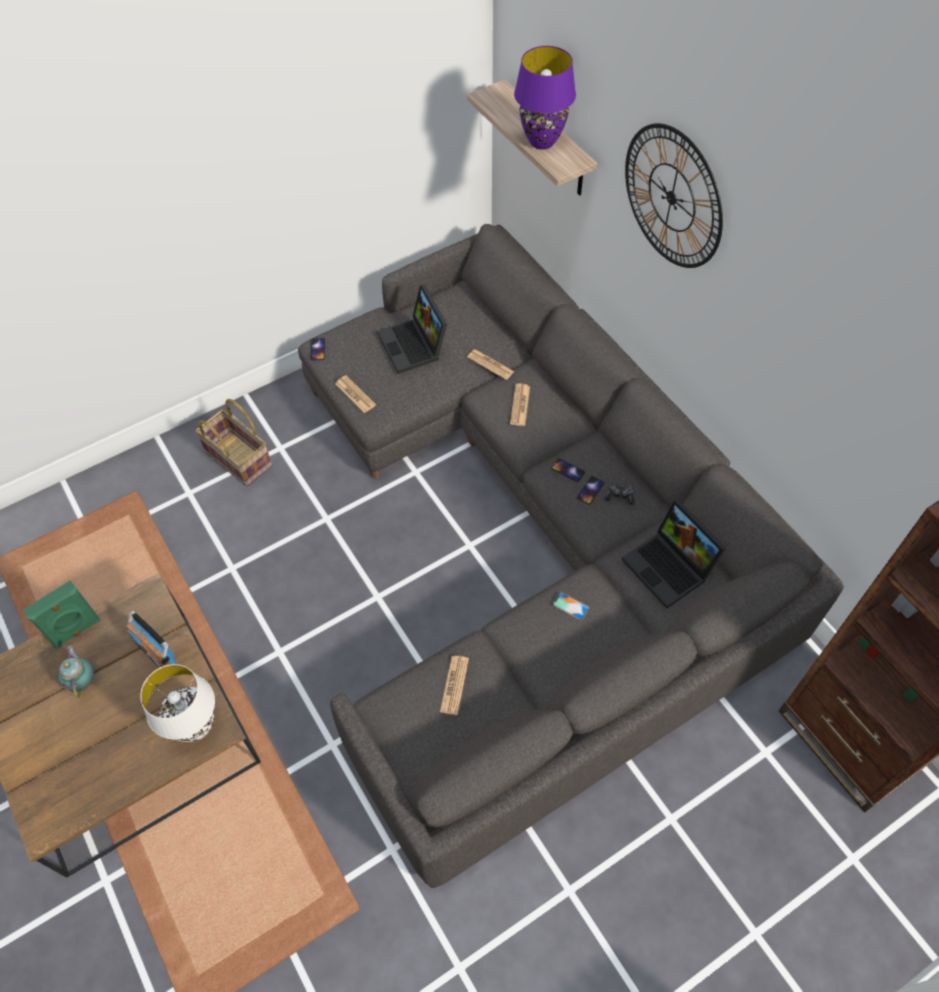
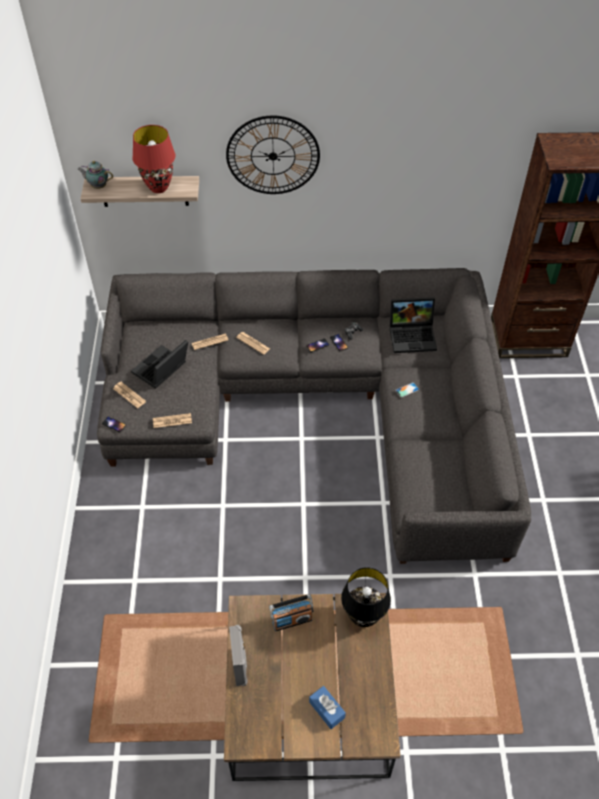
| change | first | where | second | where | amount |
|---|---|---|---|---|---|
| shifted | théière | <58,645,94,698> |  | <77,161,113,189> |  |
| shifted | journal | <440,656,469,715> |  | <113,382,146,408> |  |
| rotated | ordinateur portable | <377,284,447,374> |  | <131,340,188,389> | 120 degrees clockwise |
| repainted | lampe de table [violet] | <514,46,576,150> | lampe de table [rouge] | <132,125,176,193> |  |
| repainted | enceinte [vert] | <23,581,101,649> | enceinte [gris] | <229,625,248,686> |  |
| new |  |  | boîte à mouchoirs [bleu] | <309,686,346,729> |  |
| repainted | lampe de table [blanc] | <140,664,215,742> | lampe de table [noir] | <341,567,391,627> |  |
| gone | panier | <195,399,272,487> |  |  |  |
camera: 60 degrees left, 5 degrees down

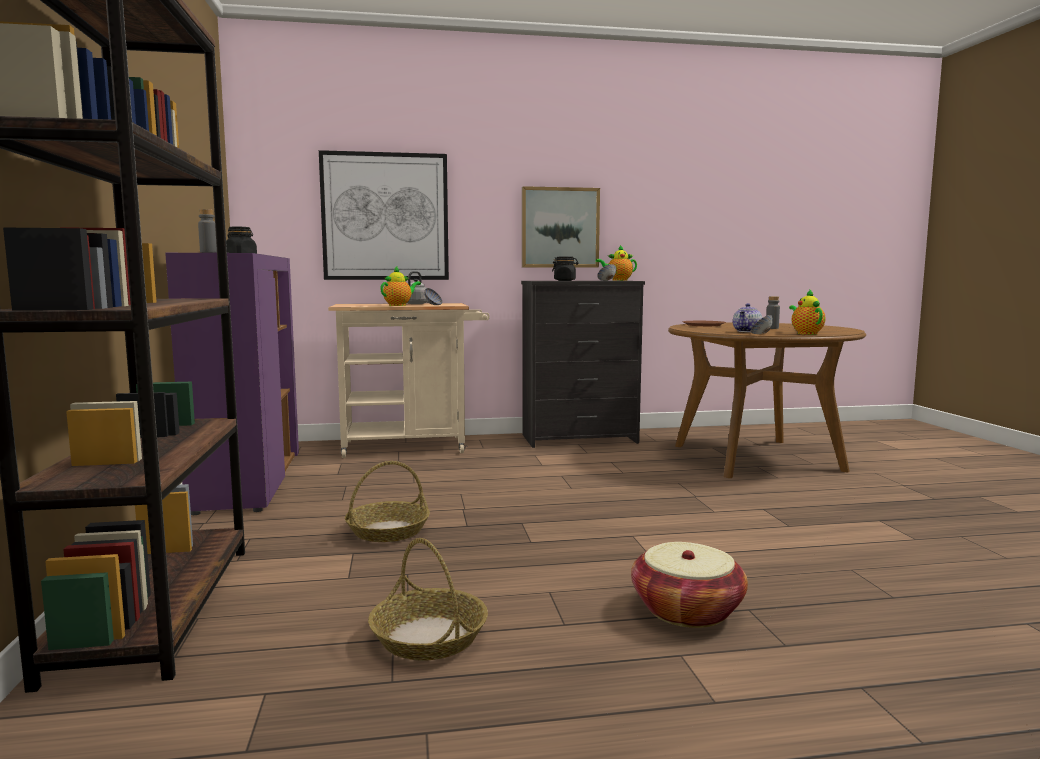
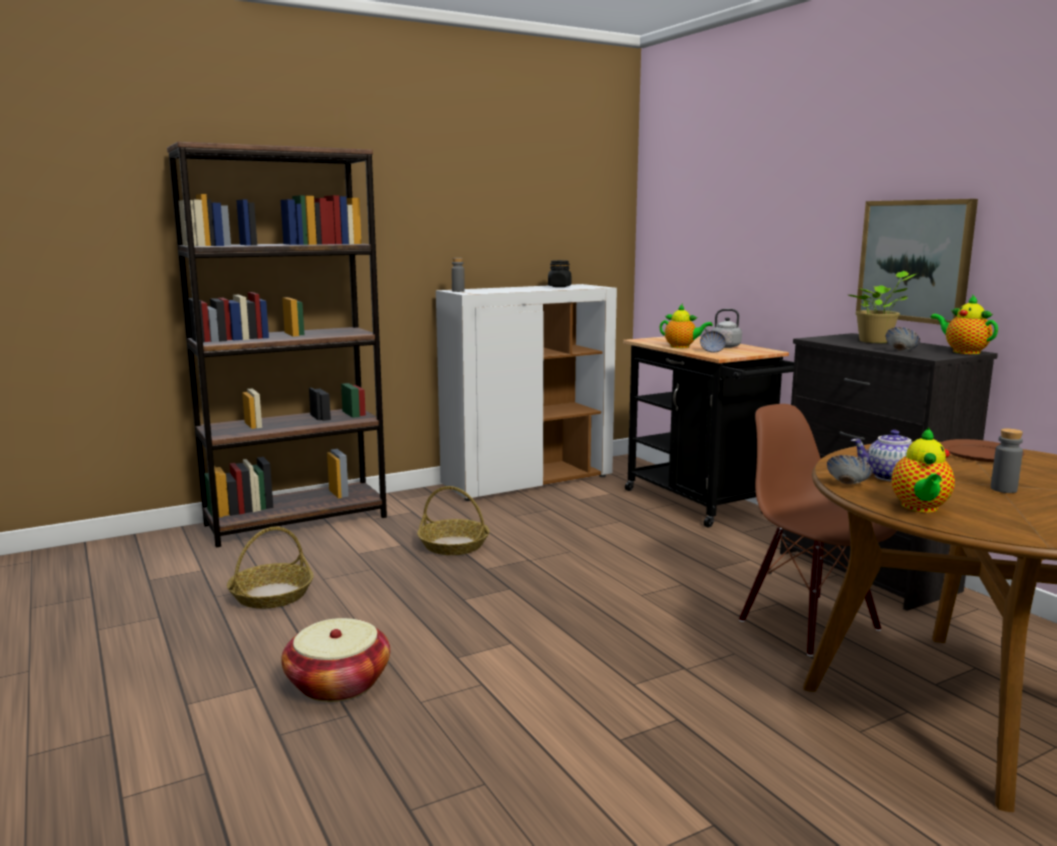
| change | first | where | second | where | amount |
|---|---|---|---|---|---|
| repainted | meuble de rangement [violet] | <165,253,299,515> | meuble de rangement [blanc] | <436,284,617,501> |  |
| repainted | chariot [beige] | <328,303,490,458> | chariot [noir] | <623,336,794,528> |  |
| new |  |  | chaise [marron] | <739,404,897,657> |  |
| swapped | bocal [noir] | <552,256,579,281> | plante en pot | <848,271,919,343> |  |
| rotated | théière | <789,290,826,335> |  | <892,427,955,513> | 135 degrees clockwise |
| gone | tableau | <319,150,449,280> |  |  |  |
camera: 70 degrees right, 5 degrees up

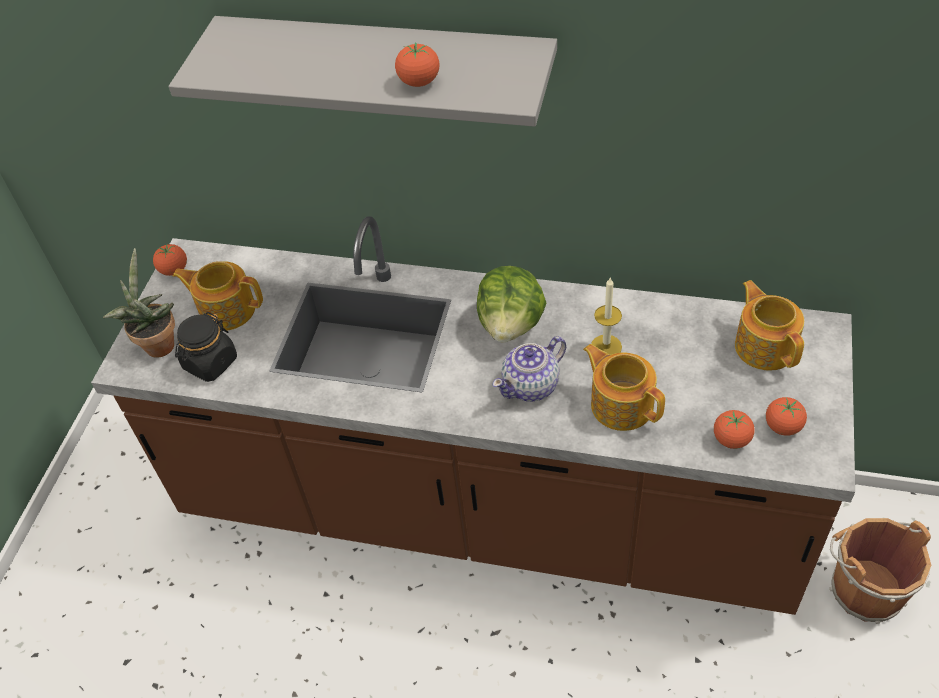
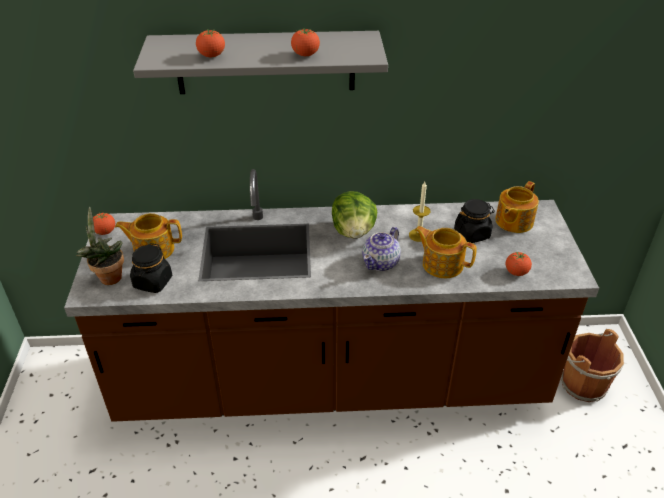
| change | first | where | second | where | amount |
|---|---|---|---|---|---|
| shifted | tomate | <766,397,807,436> |  | <196,29,225,57> |  |
| new |  |  | bocal [noir] | <454,199,495,243> |  |
| rotated | théière | <735,280,804,371> |  | <495,181,539,233> | 105 degrees counterclockwise |
camera: 20 degrees left, 10 degrees down

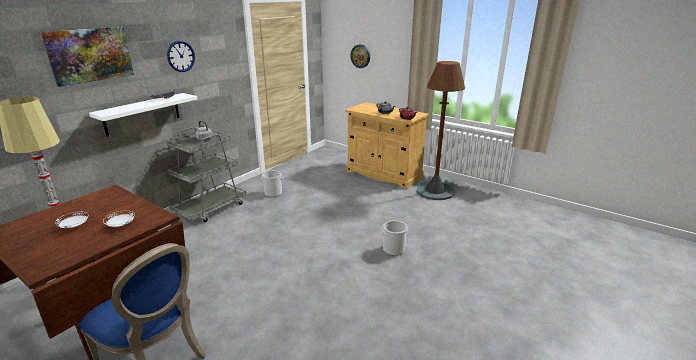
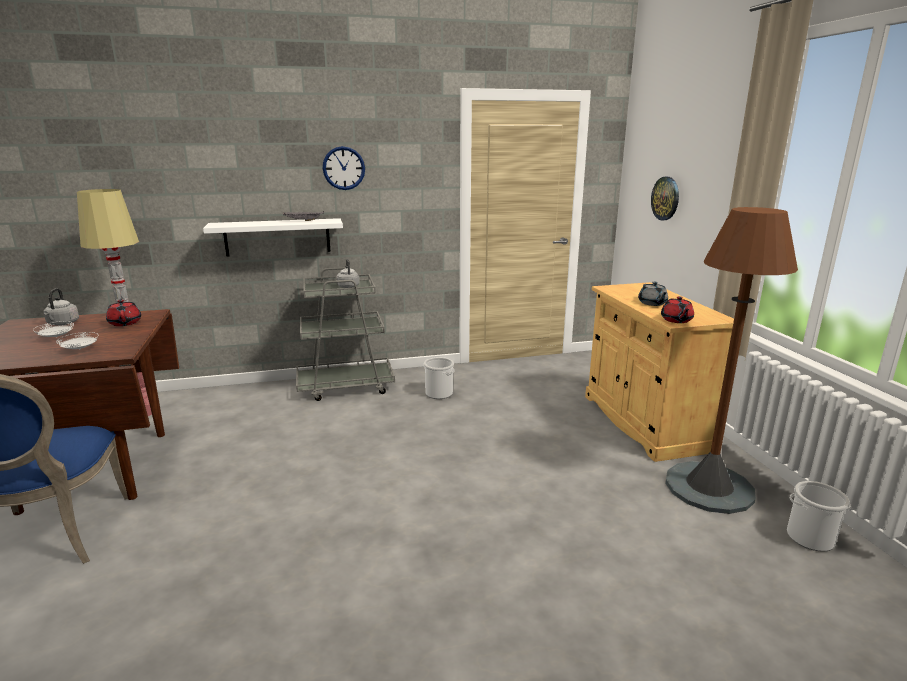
| change | first | where | second | where | amount |
|---|---|---|---|---|---|
| new |  |  | bouilloire [gris] | <44,288,79,325> |  |
| new |  |  | théière [rouge] | <106,299,141,326> |  |
| shifted | seau | <383,220,408,256> |  | <787,481,851,552> |  |
| gone | tableau | <41,27,134,87> |  |  |  |
camera: 40 degrees right, 5 degrees down

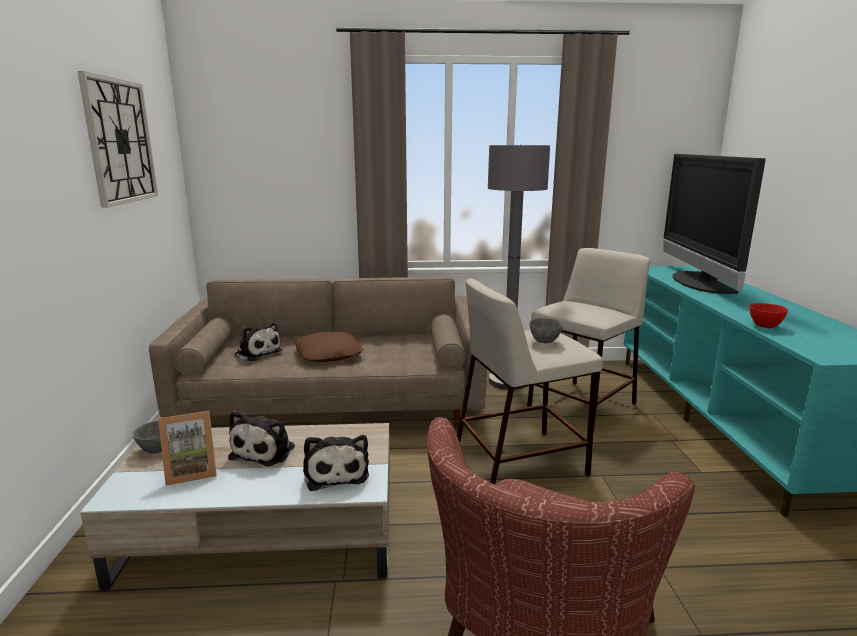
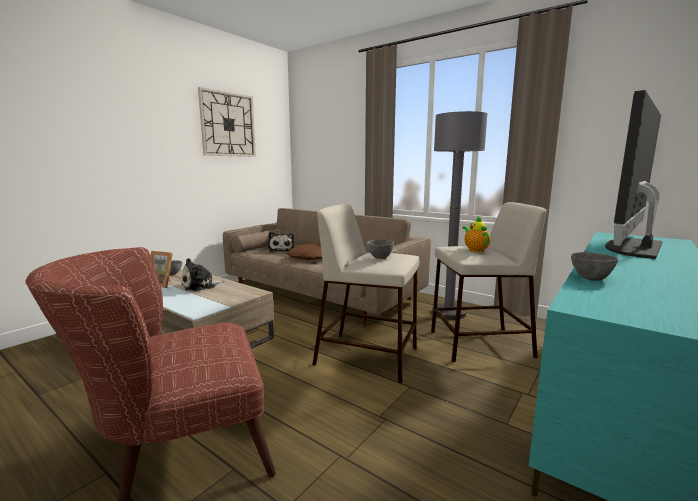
| change | first | where | second | where | amount |
|---|---|---|---|---|---|
| new |  |  | théière | <462,217,491,252> |  |
| repainted | bol [rouge] | <749,303,788,328> | bol [gris] | <571,252,619,281> |  |
| gone | peluche | <303,435,369,491> |  |  |  |
camera: 40 degrees right, 5 degrees down

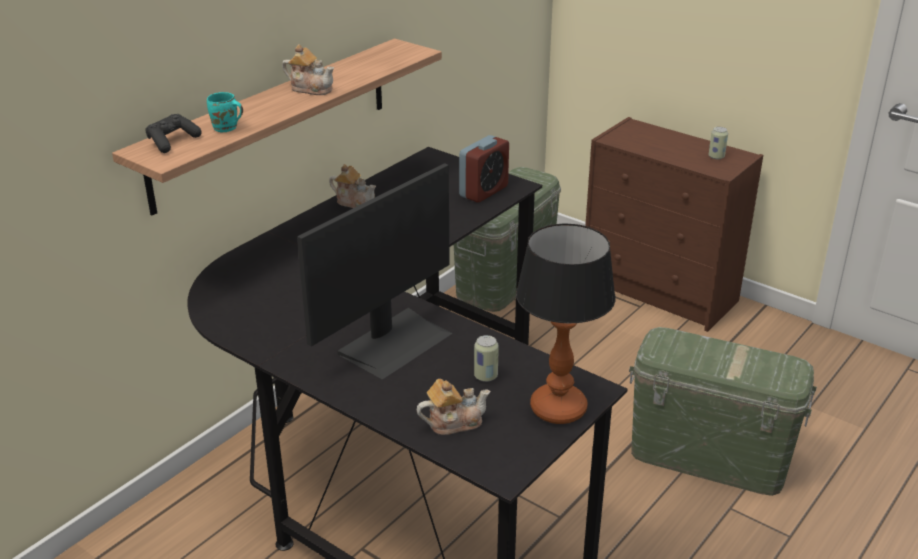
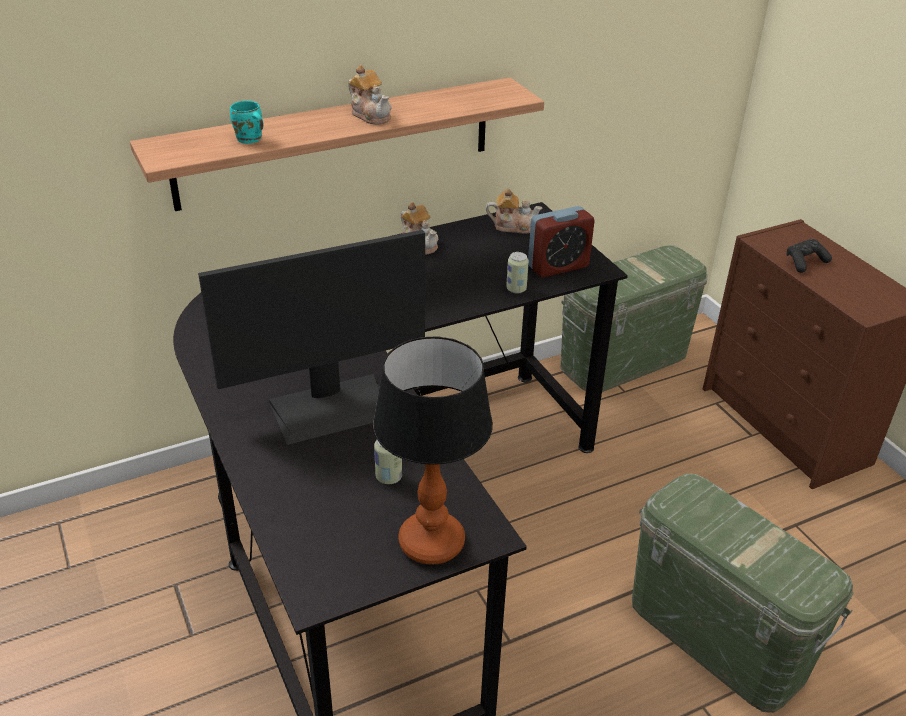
| change | first | where | second | where | amount |
|---|---|---|---|---|---|
| shifted | théière | <417,379,490,435> |  | <486,188,542,233> |  |
| shifted | boîte métallique | <708,127,728,159> |  | <506,252,529,294> |  |
| shifted | manette [noir] | <145,114,201,153> |  | <786,239,832,273> |  |
camera: 25 degrees right, 5 degrees up

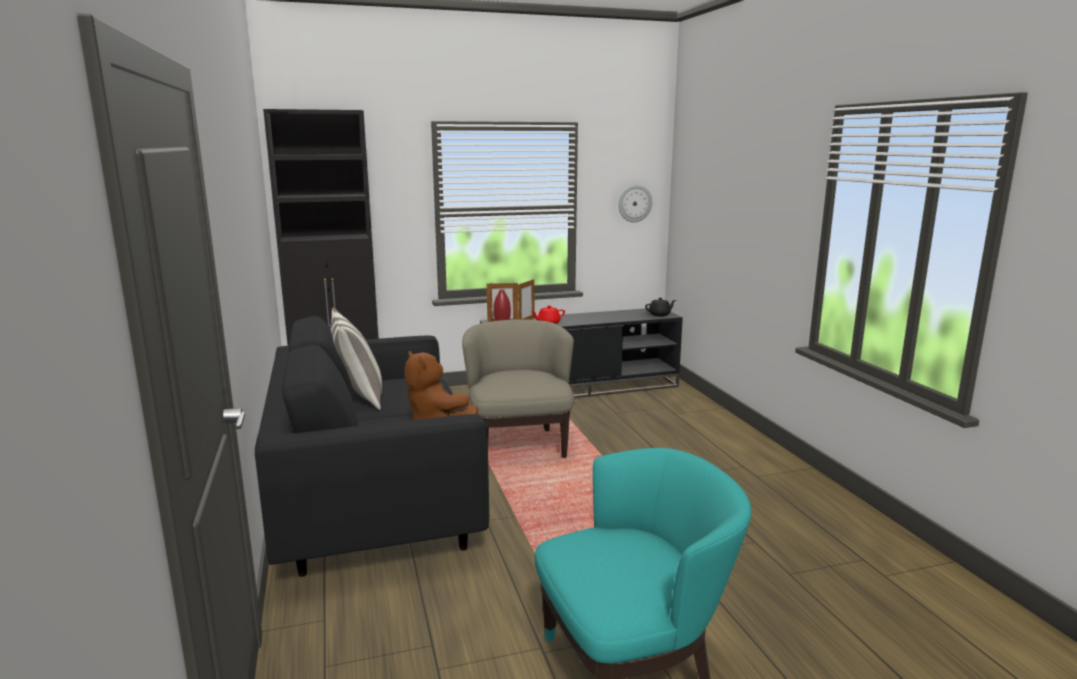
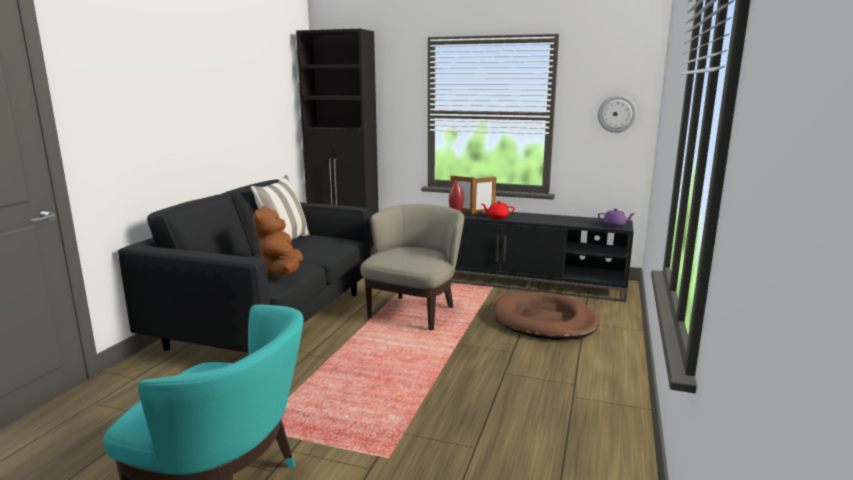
| change | first | where | second | where | amount |
|---|---|---|---|---|---|
| new |  |  | panier pour chien [marron] | <493,291,599,340> |  |
| repainted | théière [noir] | <645,298,676,316> | théière [violet] | <598,208,636,227> |  |
camera: 35 degrees right, 0 degrees up

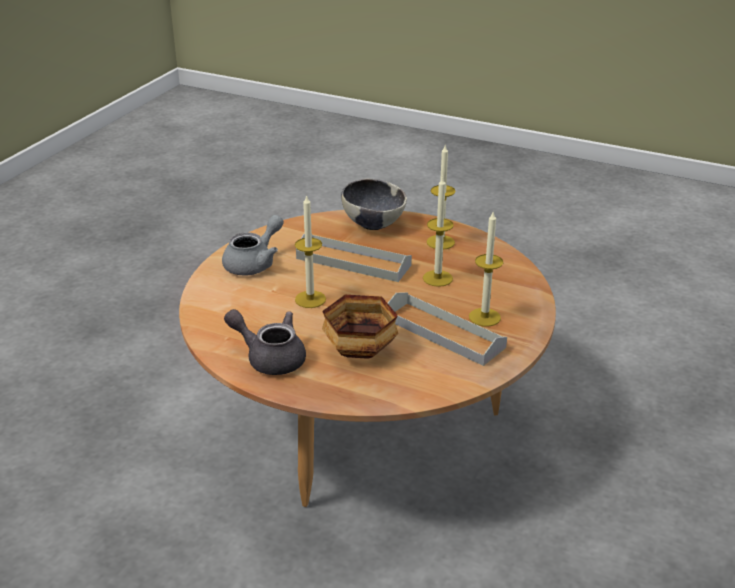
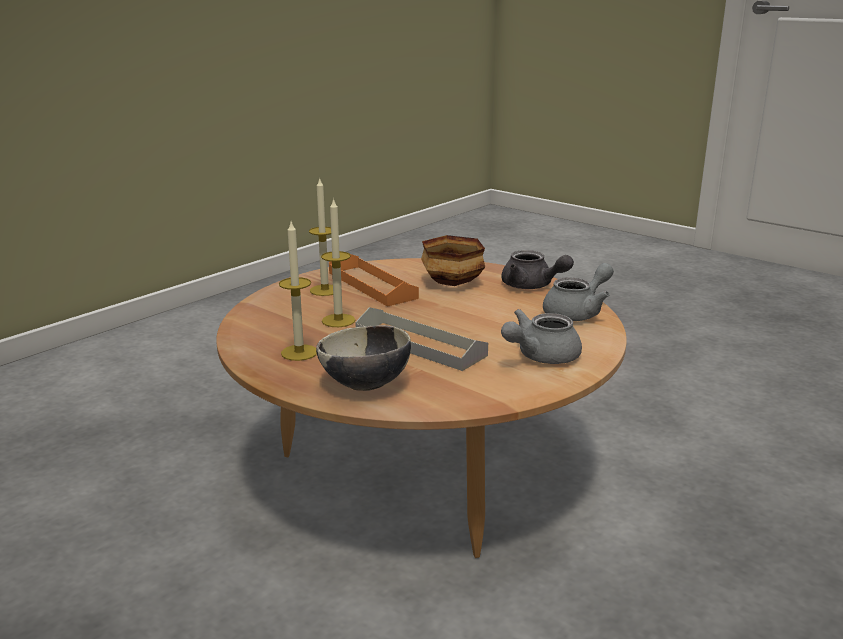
| change | first | where | second | where | amount |
|---|---|---|---|---|---|
| repainted | plateau [gris] | <388,292,507,366> | plateau [orange] | <329,254,419,307> |  |
| new |  |  | théière [gris] | <543,263,614,321> |  |
| gone | bougie | <295,194,326,308> |  |  |  |
camera: 165 degrees left, 10 degrees down

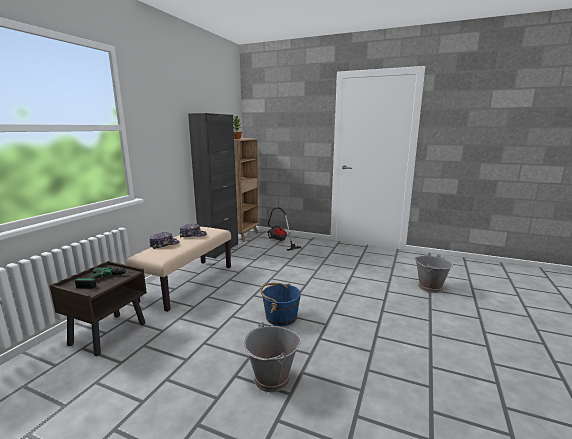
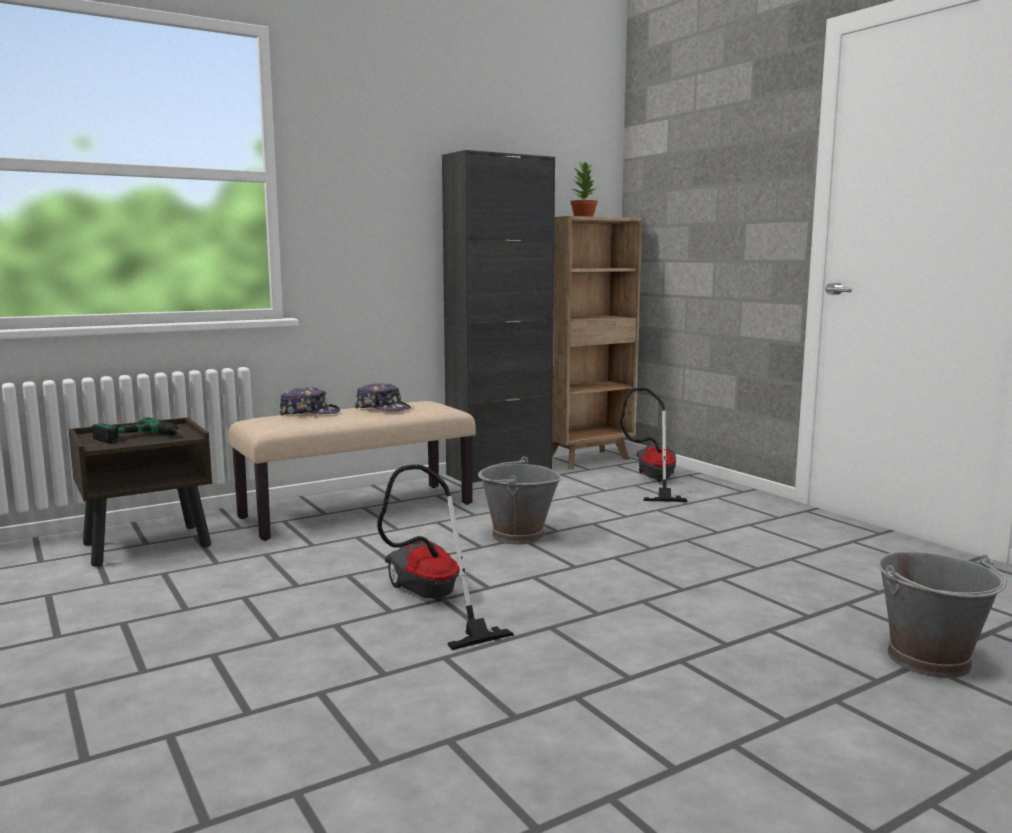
| change | first | where | second | where | amount |
|---|---|---|---|---|---|
| swapped | seau [bleu] | <260,283,301,326> | aspirateur | <377,465,514,650> |  |
| shifted | seau [gris] | <243,322,301,392> |  | <478,456,562,544> |  |
camera: 35 degrees right, 5 degrees down

